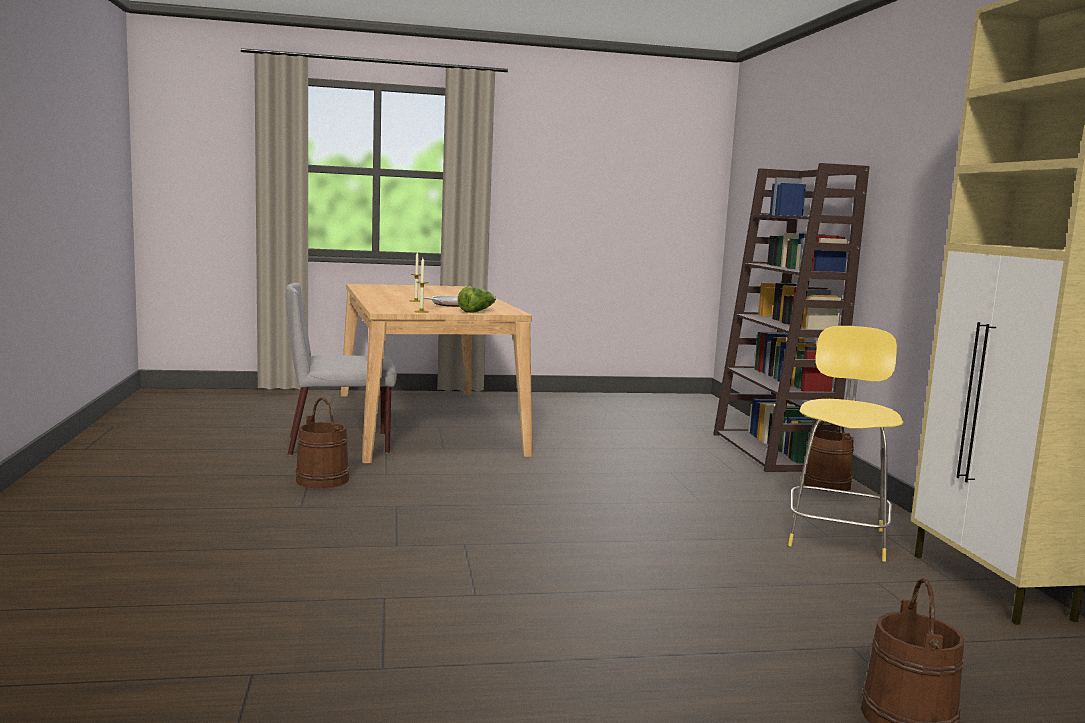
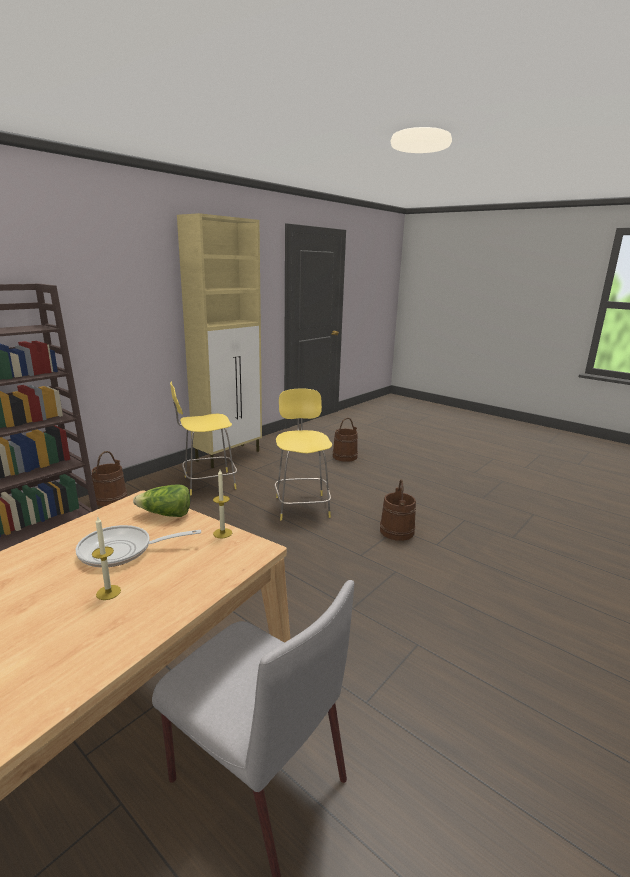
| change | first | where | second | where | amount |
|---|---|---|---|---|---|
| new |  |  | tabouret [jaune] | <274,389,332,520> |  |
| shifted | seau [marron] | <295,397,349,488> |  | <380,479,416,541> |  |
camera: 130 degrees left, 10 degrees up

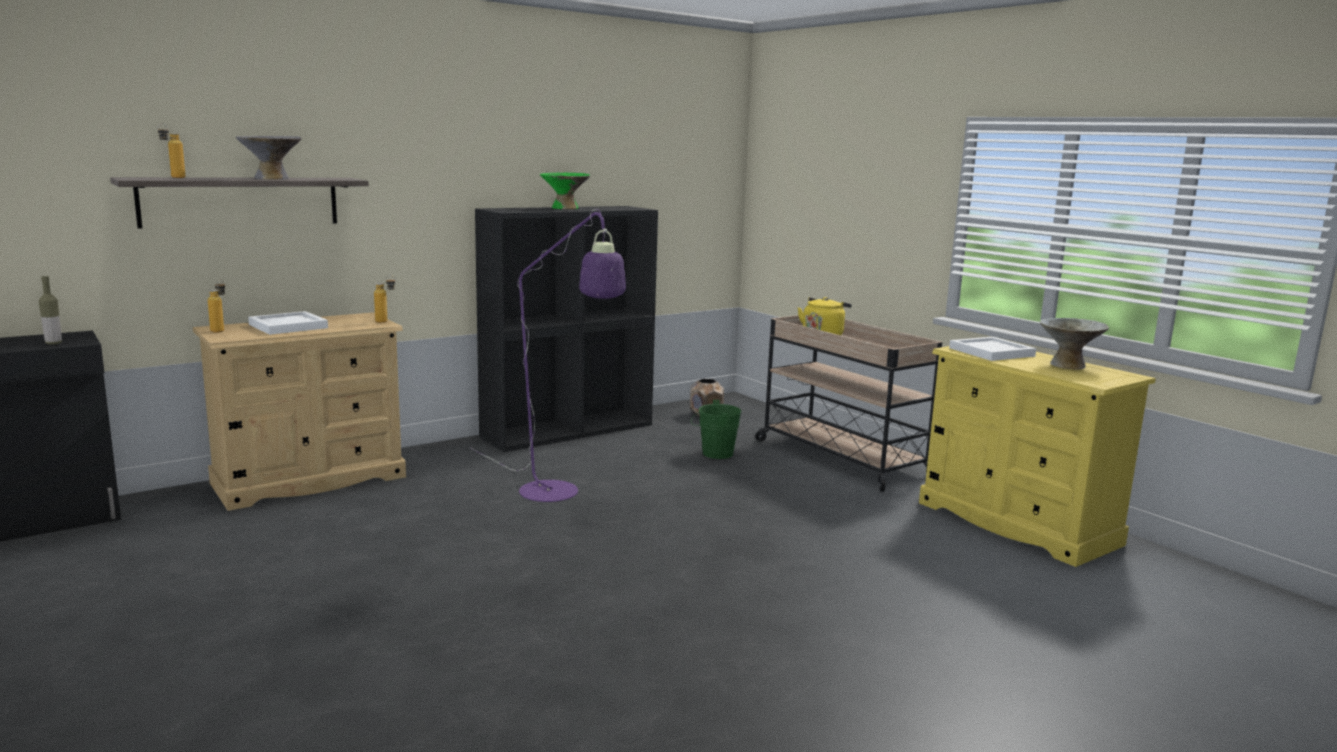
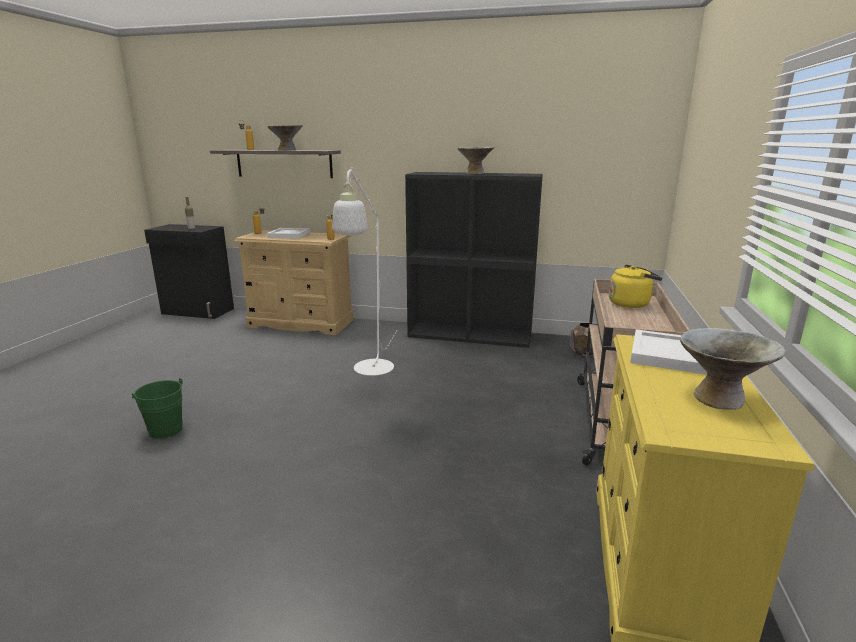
| change | first | where | second | where | amount |
|---|---|---|---|---|---|
| shifted | seau [vert] | <691,400,741,459> |  | <132,378,183,439> |  |
| repainted | lampadaire [violet] | <469,209,626,502> | lampadaire [blanc] | <332,167,398,376> |  |
| repainted | bol [vert] | <540,172,591,209> | bol [gris] | <457,147,495,174> |  |
camera: 50 degrees right, 5 degrees up

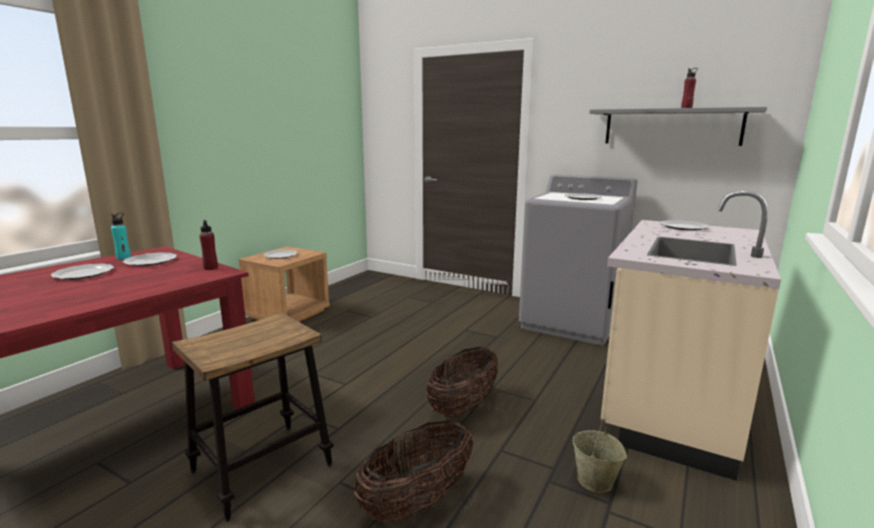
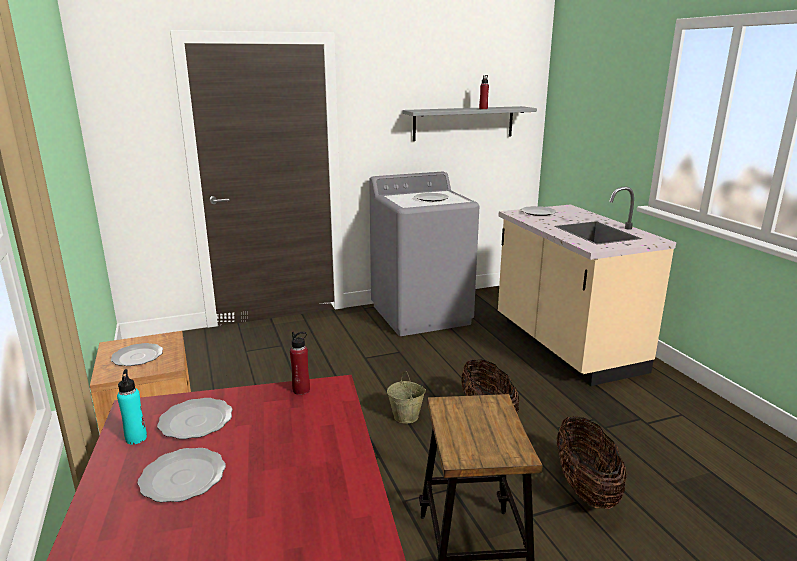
| change | first | where | second | where | amount |
|---|---|---|---|---|---|
| shifted | seau [beige] | <573,419,627,493> |  | <387,371,426,423> |  |
camera: 50 degrees left, 5 degrees up

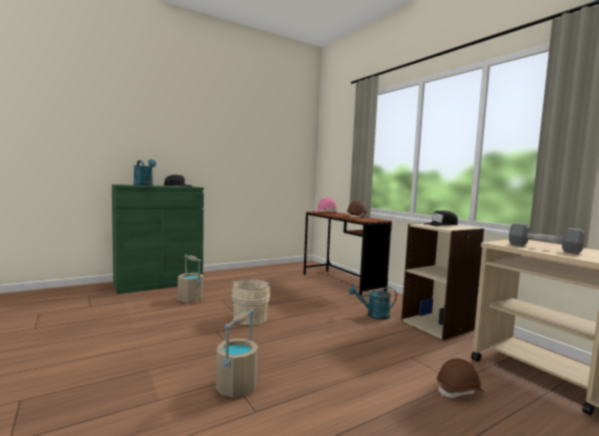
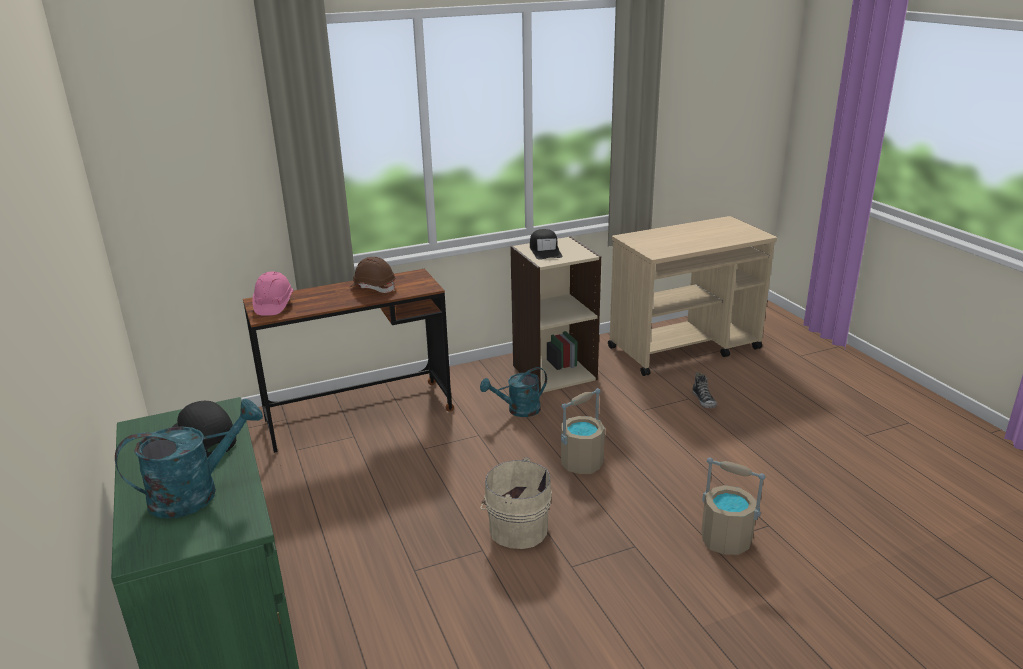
| change | first | where | second | where | amount |
|---|---|---|---|---|---|
| rotated | arrosoir [turquoise] | <349,286,397,320> |  | <480,367,547,417> | 60 degrees clockwise |
| shifted | seau [beige] | <178,255,203,302> |  | <561,388,605,474> |  |
| swapped | casque de chantier [marron] | <437,358,484,398> | chaussure | <692,372,717,408> |  |
| gone | haltère [gris] | <509,223,585,254> |  |  |  |
camera: 80 degrees left, 20 degrees up

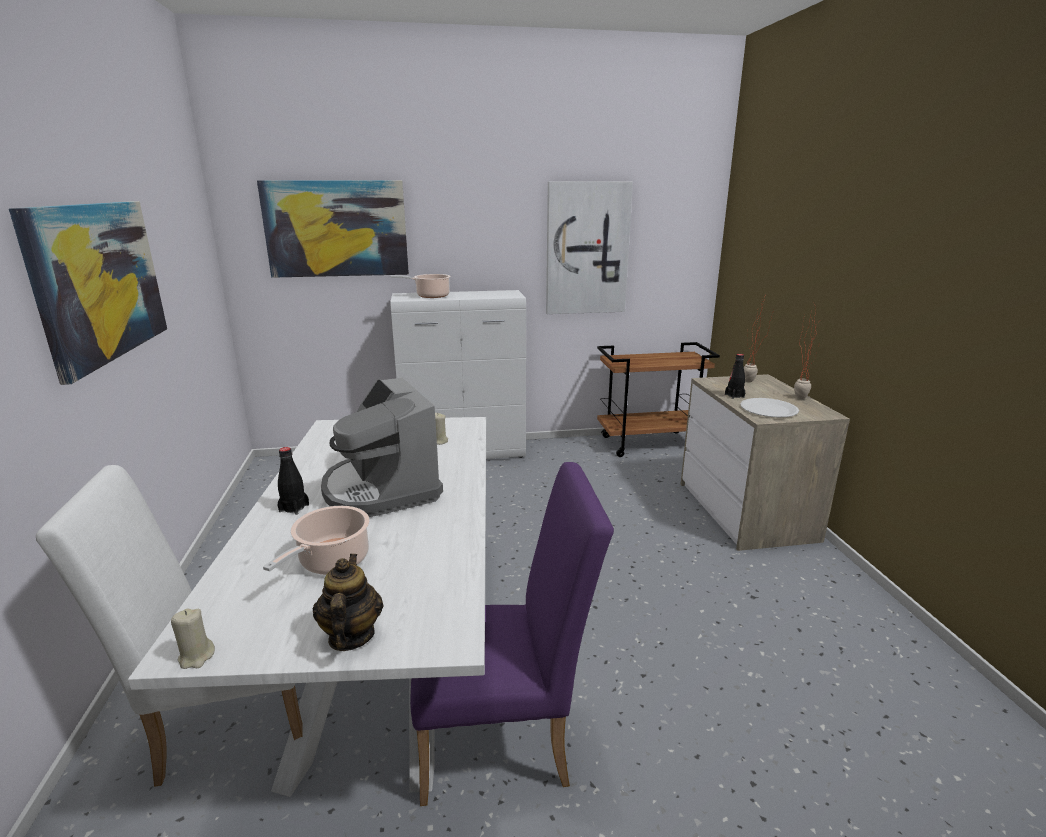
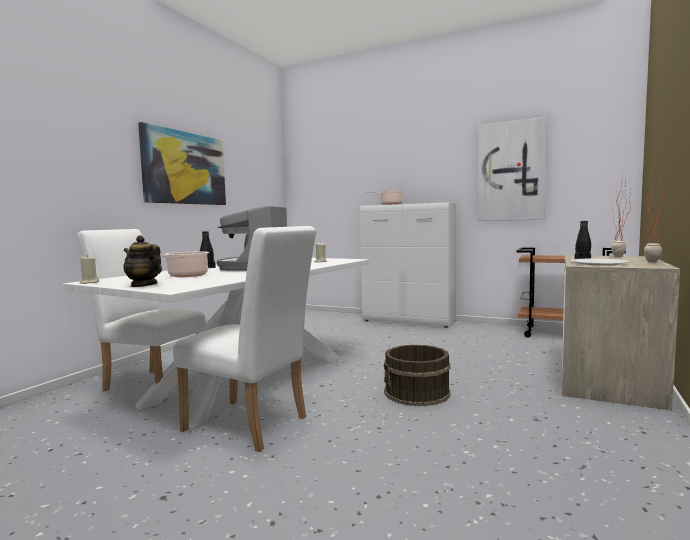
| change | first | where | second | where | amount |
|---|---|---|---|---|---|
| rotated | théière | <313,554,384,651> |  | <123,235,162,287> | 90 degrees counterclockwise |
| repainted | chaise [violet] | <410,462,614,806> | chaise [blanc] | <173,226,317,452> |  |
| new |  |  | seau [marron] | <384,345,451,406> |  |
| gone | tableau | <257,180,409,278> |  |  |  |
camera: 35 degrees right, 15 degrees down

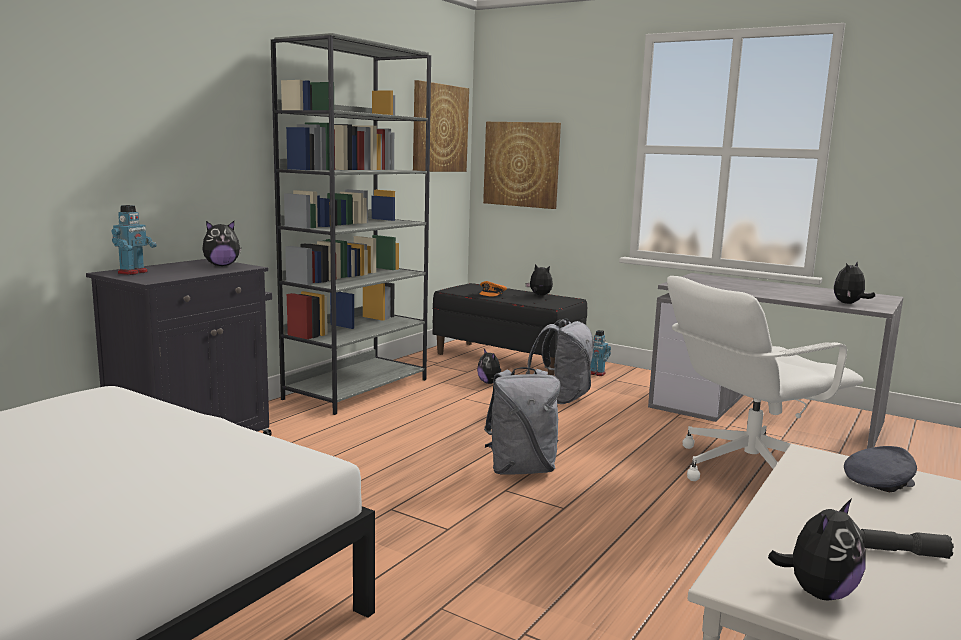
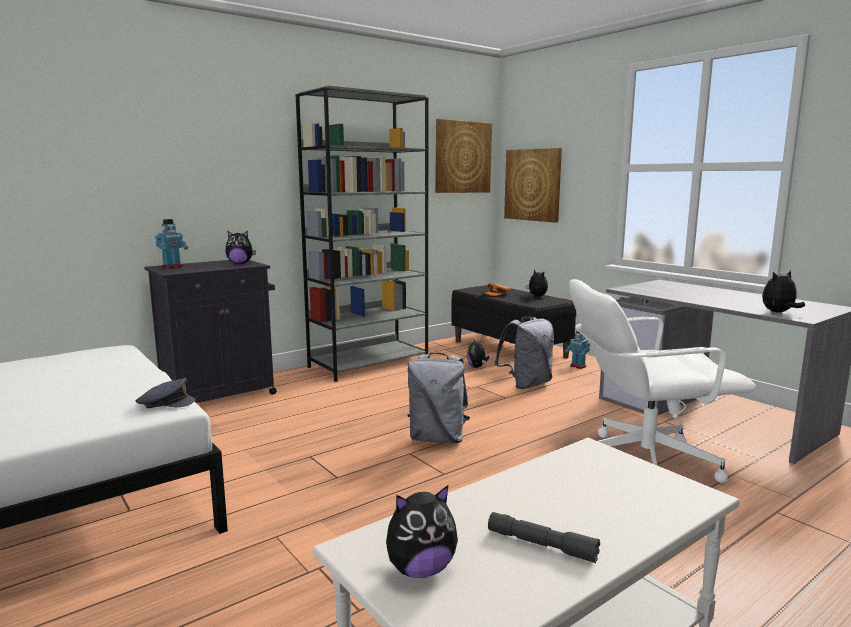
| change | first | where | second | where | amount |
|---|---|---|---|---|---|
| shifted | casquette [gris] | <844,446,917,492> |  | <136,378,196,408> |  |
camera: 20 degrees right, 0 degrees up

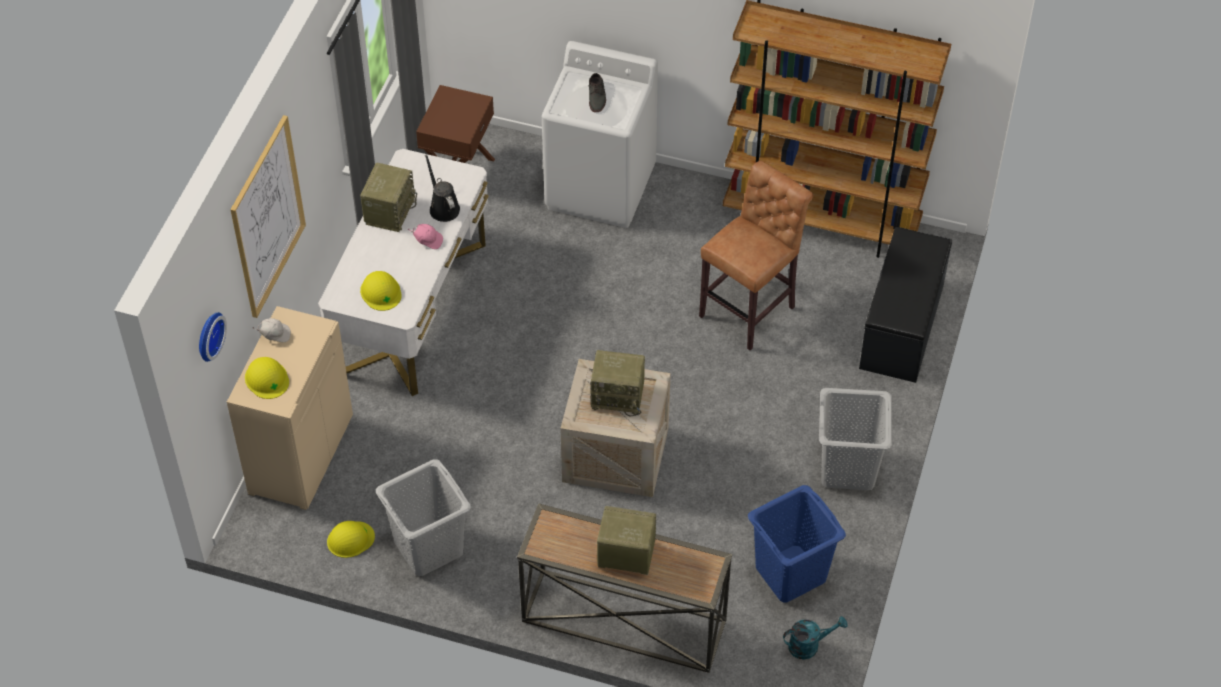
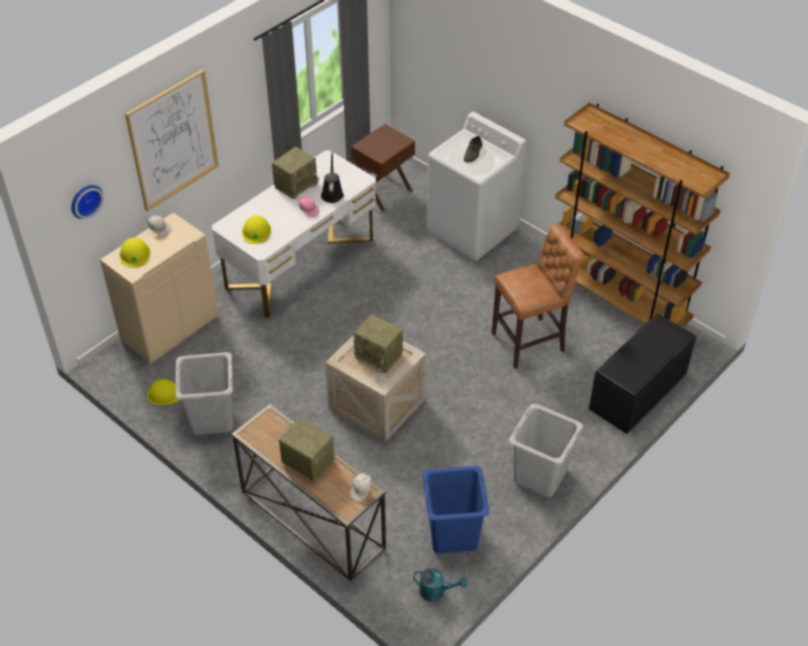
| change | first | where | second | where | amount |
|---|---|---|---|---|---|
| new |  |  | casquette [blanc] | <350,469,372,502> |  |
camera: 25 degrees right, 5 degrees down

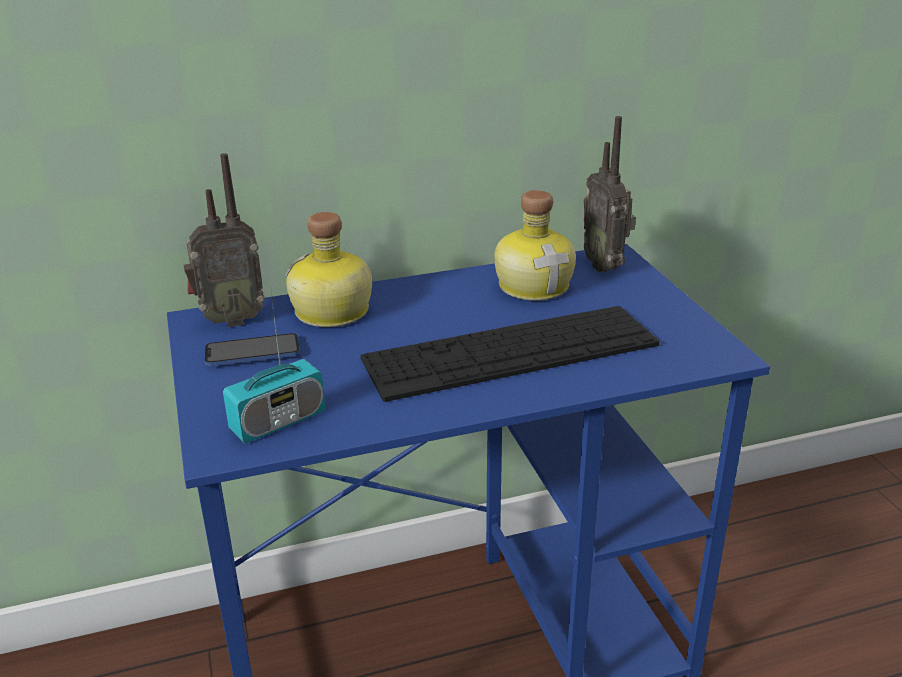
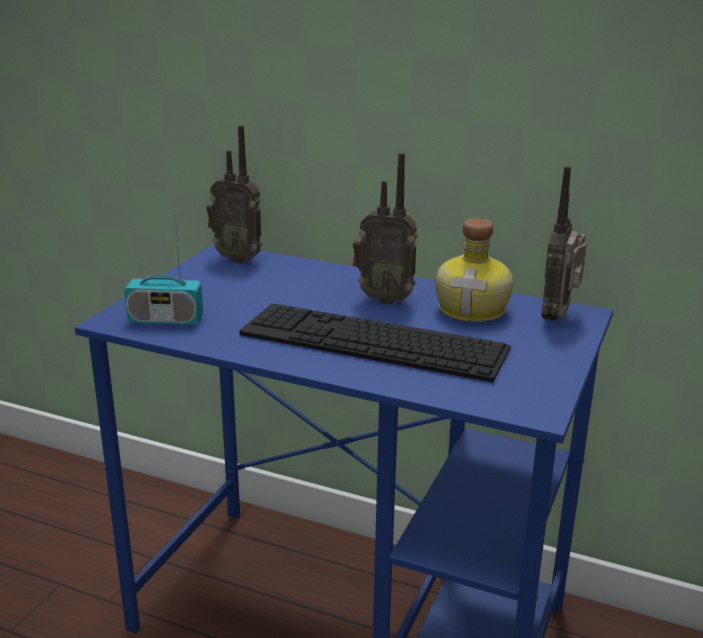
| change | first | where | second | where | amount |
|---|---|---|---|---|---|
| new |  |  | radio | <353,153,418,305> |  |
| gone | téléphone | <205,333,300,366> |  |  |  |
| gone | bouteille | <285,212,372,327> |  |  |  |
camera: 40 degrees right, 5 degrees down

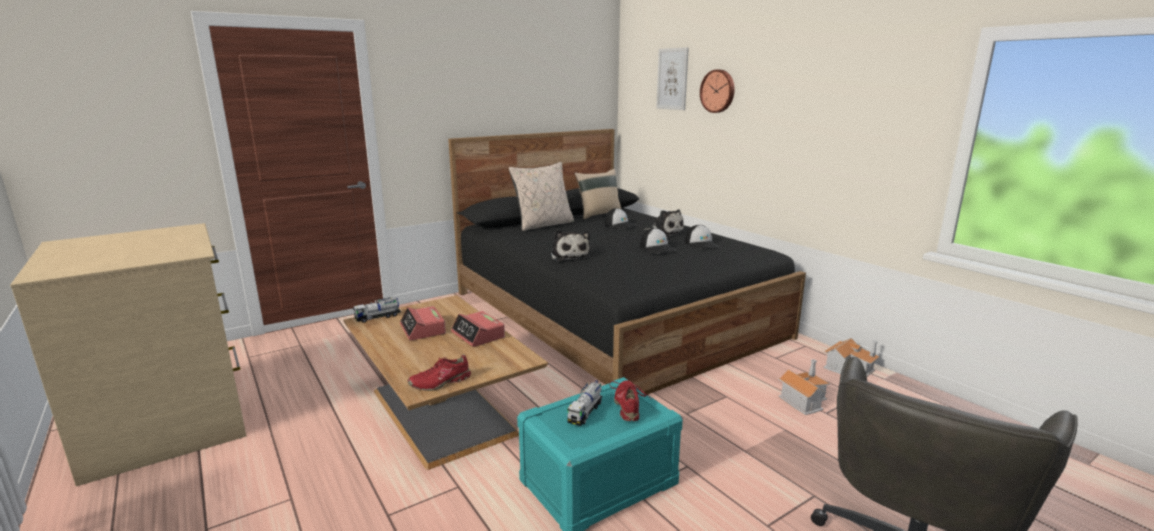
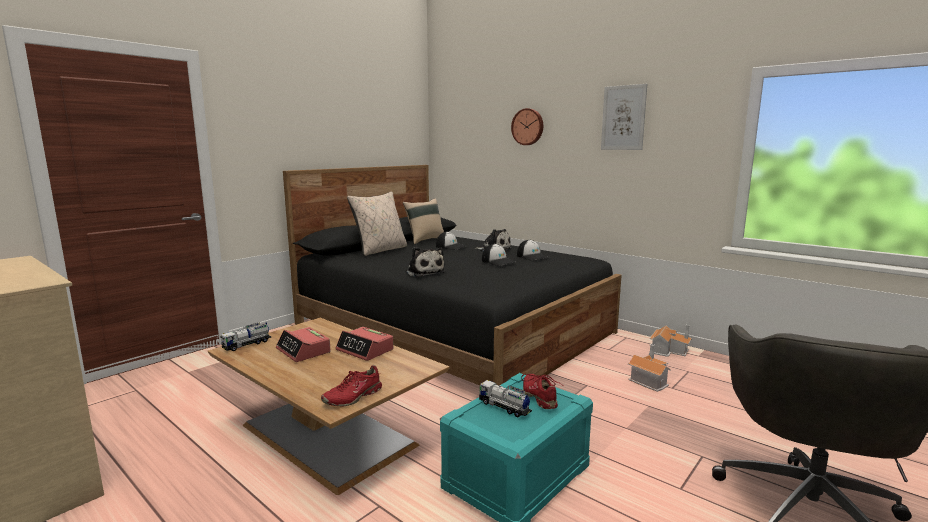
| change | first | where | second | where | amount |
|---|---|---|---|---|---|
| rotated | camion jouet | <567,380,602,426> |  | <479,380,532,418> | 120 degrees clockwise |
| shifted | tableau | <656,47,689,110> |  | <601,84,647,150> |  |
camera: 15 degrees left, 5 degrees down

